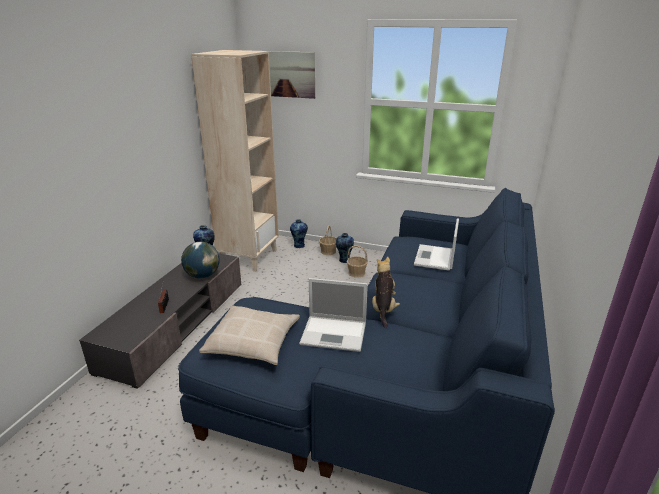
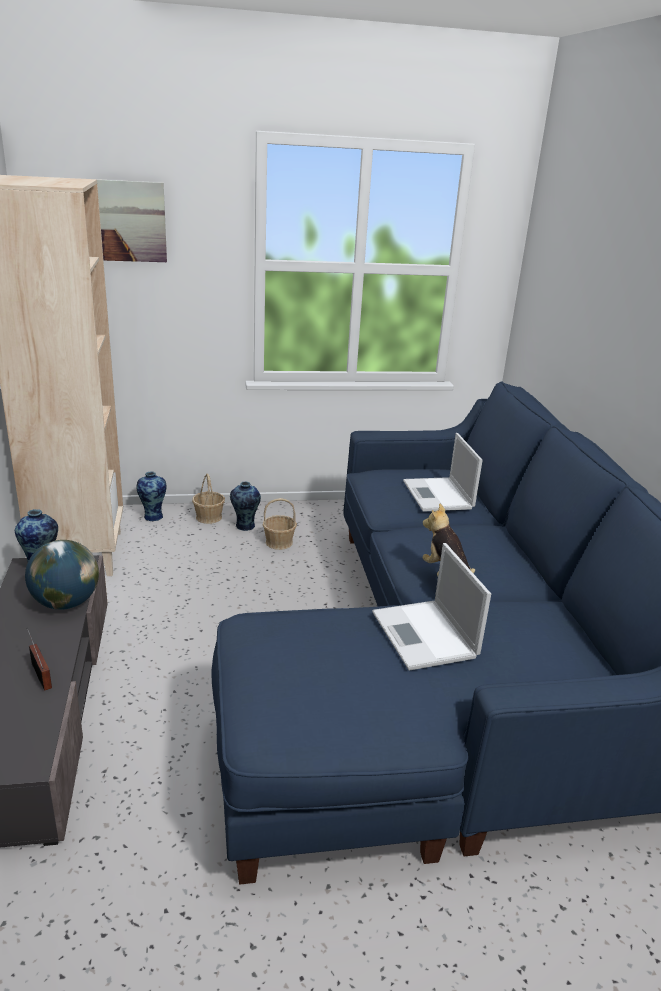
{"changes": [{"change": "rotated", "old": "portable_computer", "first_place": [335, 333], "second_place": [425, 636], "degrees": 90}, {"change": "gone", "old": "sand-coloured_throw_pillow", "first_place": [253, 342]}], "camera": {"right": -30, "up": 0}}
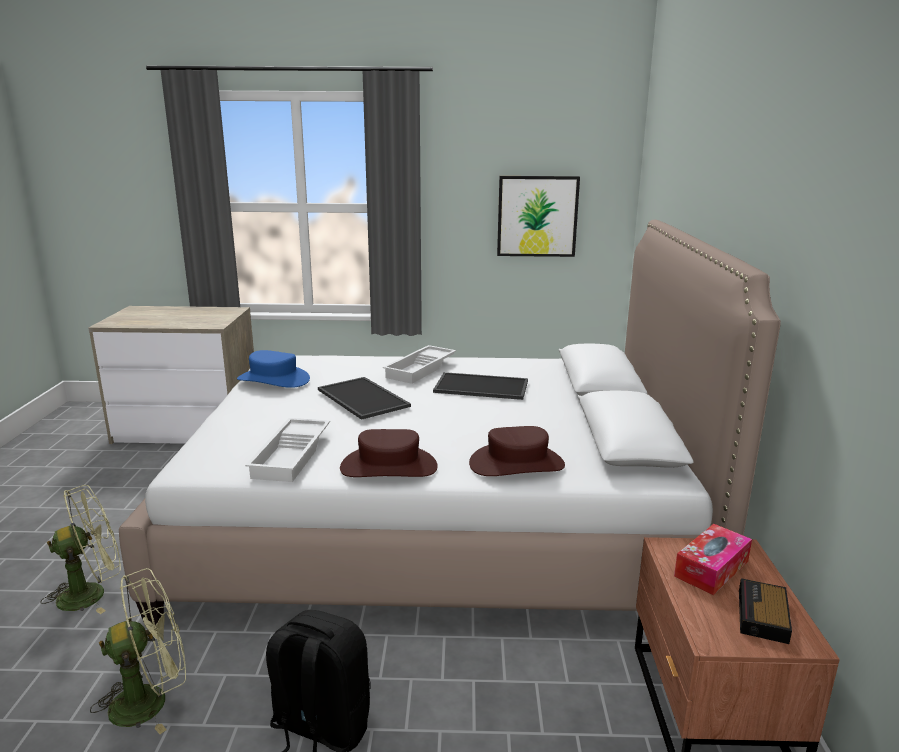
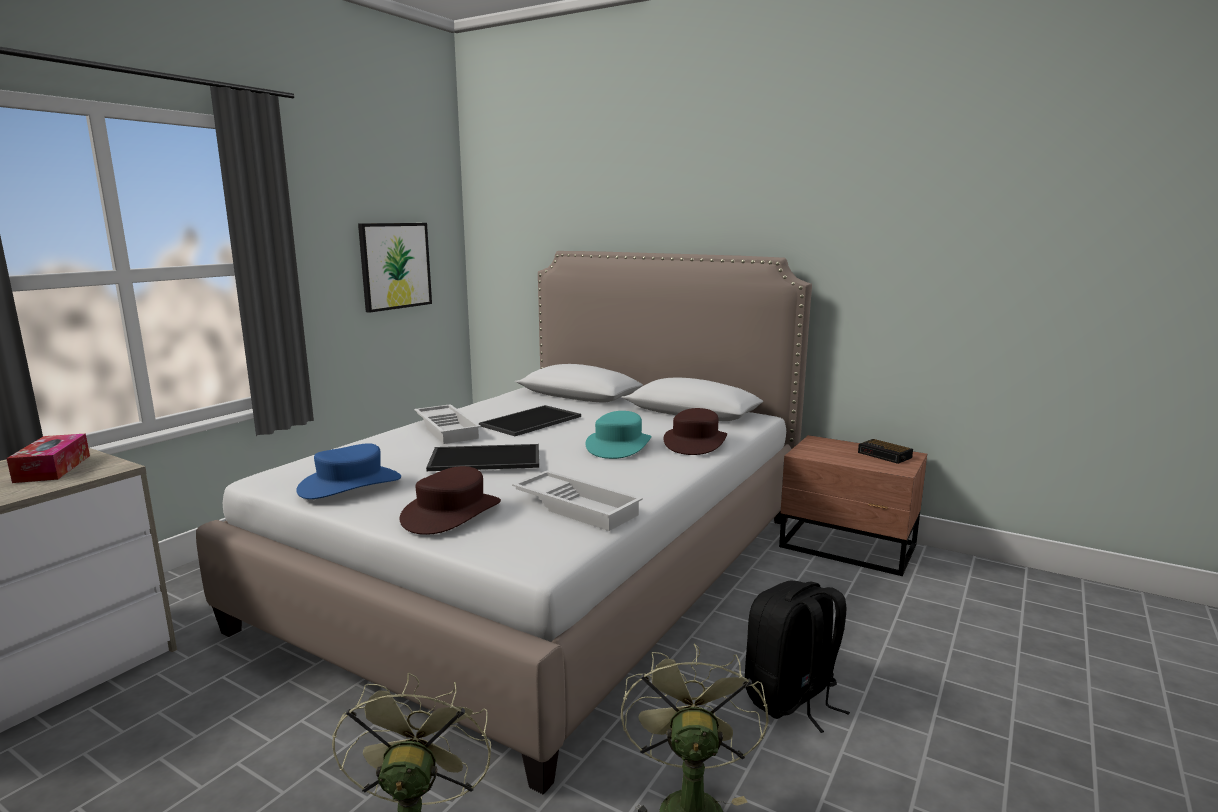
{"changes": [{"change": "shifted", "old": "box_of_tissues", "first_place": [711, 568], "second_place": [53, 468]}, {"change": "shifted", "old": "brown-coloured_wearable_hat", "first_place": [389, 467], "second_place": [451, 513]}, {"change": "new", "new": "turquoise-coloured_wearable_hat", "second_place": [618, 445]}], "camera": {"right": -60, "up": -5}}
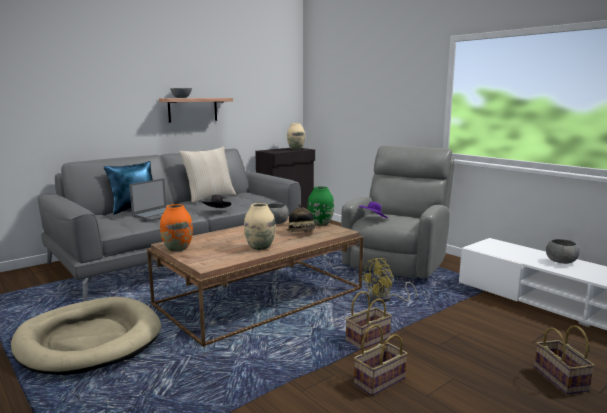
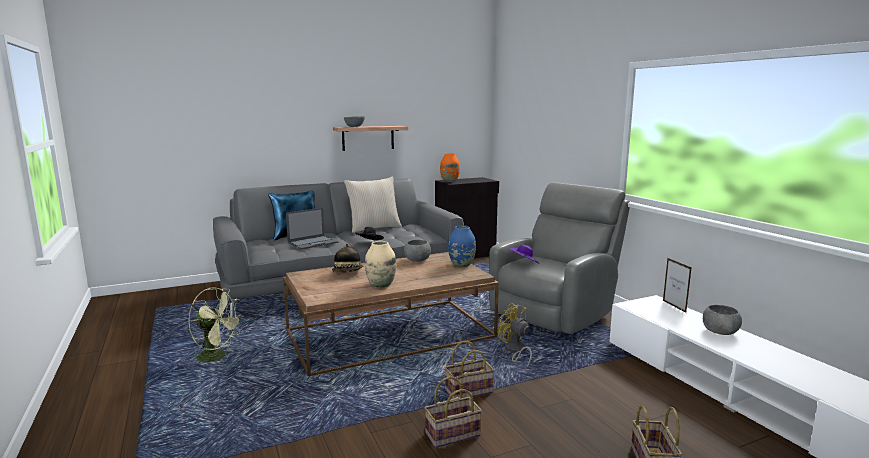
{"changes": [{"change": "swapped", "old": "sand-coloured_dog_bed", "new": "green_cooling_fan", "first_place": [89, 340], "second_place": [217, 357]}, {"change": "shifted", "old": "wearable_hat", "first_place": [302, 232], "second_place": [348, 273]}, {"change": "shifted", "old": "orange_decorative_vase", "first_place": [177, 248], "second_place": [449, 181]}, {"change": "repainted", "old": "green_decorative_vase", "new": "bluish_decorative_vase", "first_place": [320, 224], "second_place": [461, 265]}, {"change": "rotated", "old": "yellow-coloured_cooling_fan", "first_place": [385, 299], "second_place": [515, 351], "degrees": 75}, {"change": "new", "new": "photo_frame", "second_place": [674, 306]}, {"change": "gone", "old": "sand-coloured_decorative_vase", "first_place": [295, 149]}], "camera": {"right": 15, "up": 0}}
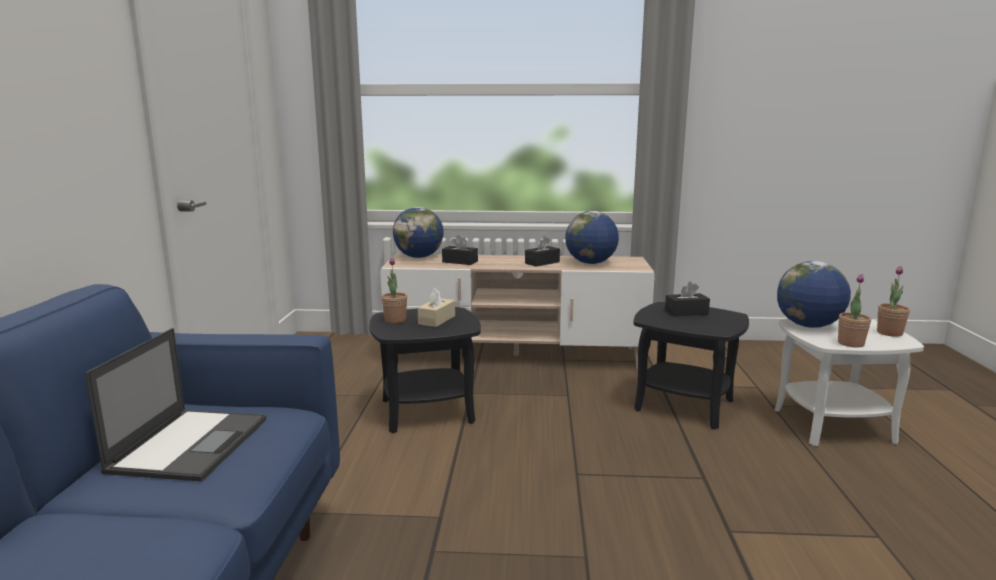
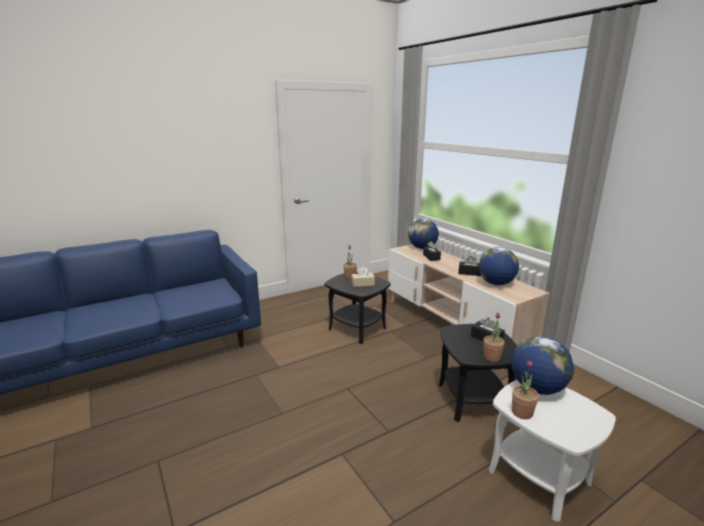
{"changes": [{"change": "shifted", "old": "potted_plant", "first_place": [889, 333], "second_place": [491, 357]}, {"change": "gone", "old": "portable_computer", "first_place": [191, 443]}], "camera": {"right": 55, "up": 5}}
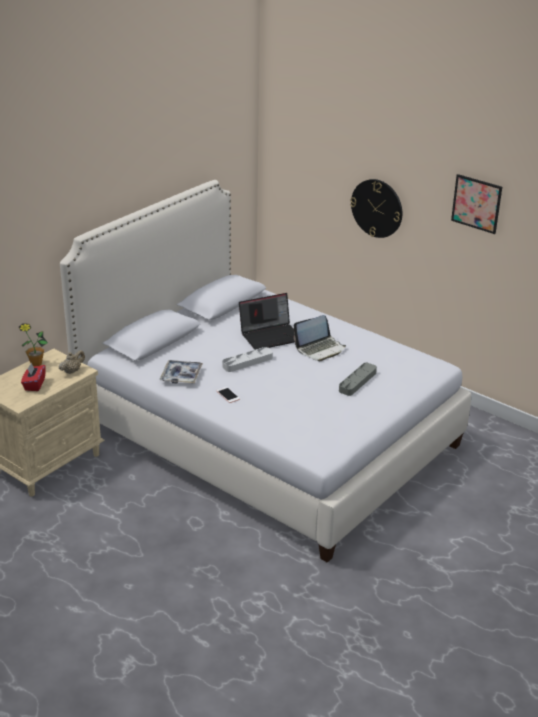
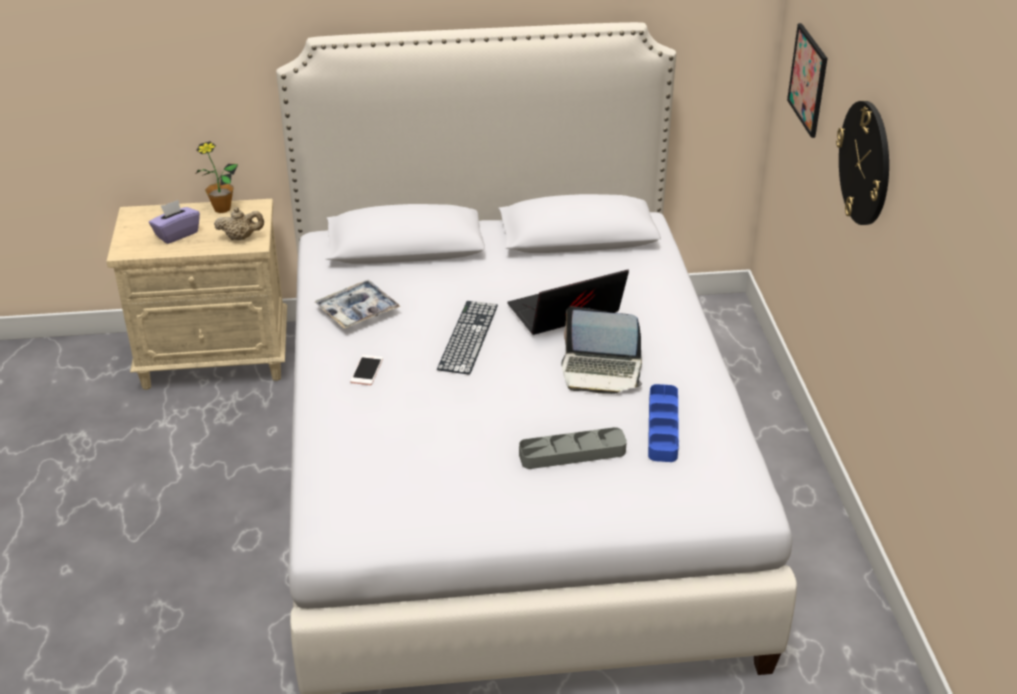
{"changes": [{"change": "repainted", "old": "red_box_of_tissues", "new": "purple-coloured_box_of_tissues", "first_place": [34, 385], "second_place": [176, 234]}, {"change": "swapped", "old": "grey_carrying_tray", "new": "PC_keyboard", "first_place": [247, 362], "second_place": [468, 337]}, {"change": "rotated", "old": "portable_computer", "first_place": [271, 335], "second_place": [564, 315], "degrees": 135}, {"change": "new", "new": "bluish_carrying_tray", "second_place": [663, 427]}, {"change": "shifted", "old": "wall_picture", "first_place": [476, 203], "second_place": [808, 80]}], "camera": {"right": 45, "up": 5}}
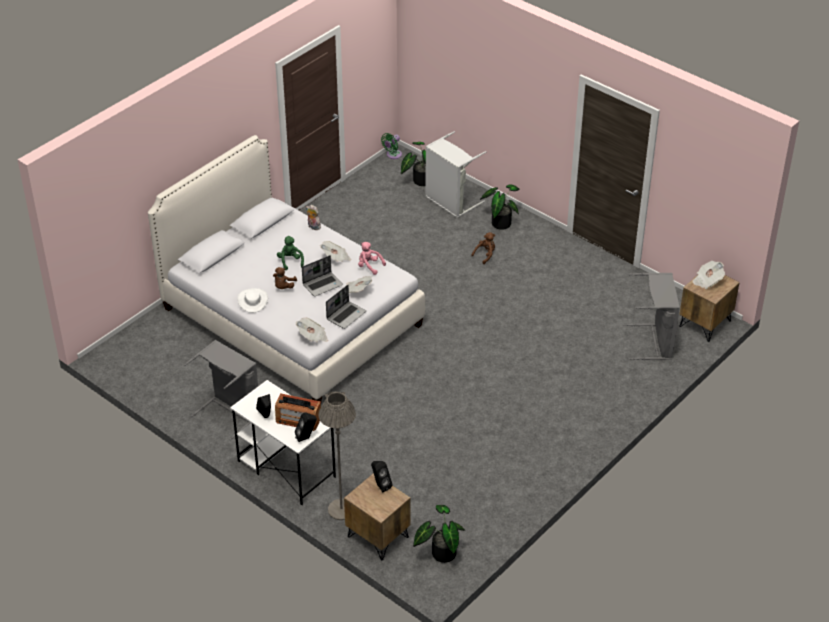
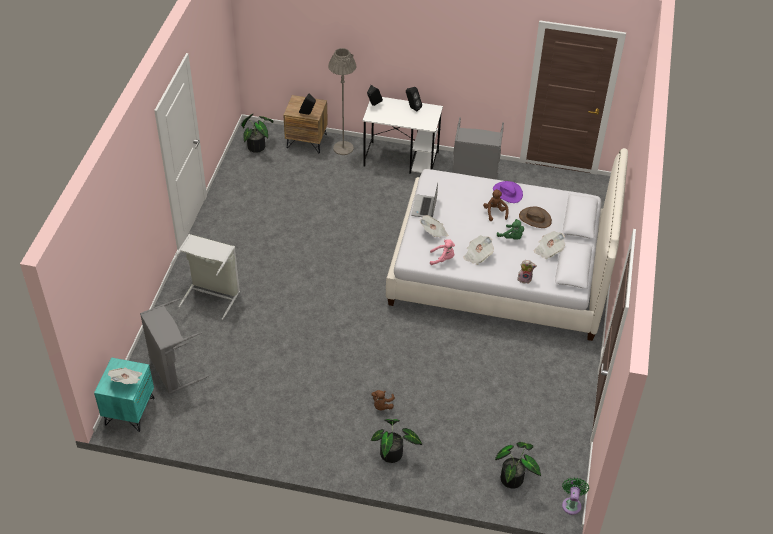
{"changes": [{"change": "repainted", "old": "brown-coloured_nightstand", "new": "turquoise-coloured_nightstand", "first_place": [705, 324], "second_place": [129, 411]}, {"change": "shifted", "old": "grey_laundry_basket", "first_place": [450, 202], "second_place": [212, 295]}, {"change": "repainted", "old": "whitish_wearable_hat", "new": "purple-coloured_wearable_hat", "first_place": [253, 300], "second_place": [507, 192]}, {"change": "new", "new": "brown-coloured_wearable_hat", "second_place": [535, 218]}, {"change": "shifted", "old": "newspaper", "first_place": [312, 337], "second_place": [548, 250]}, {"change": "gone", "old": "radio_set", "first_place": [298, 420]}, {"change": "gone", "old": "portable_computer", "first_place": [322, 284]}], "camera": {"right": 150, "up": 5}}
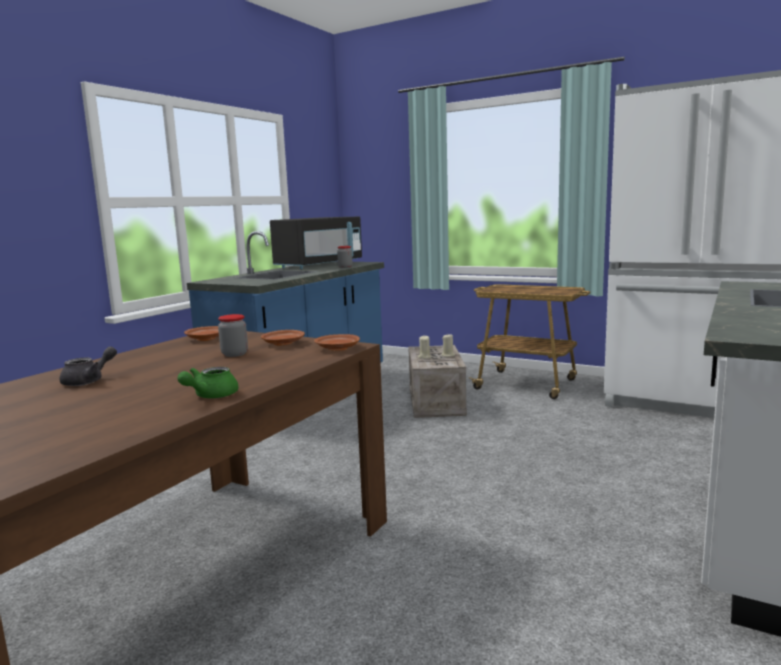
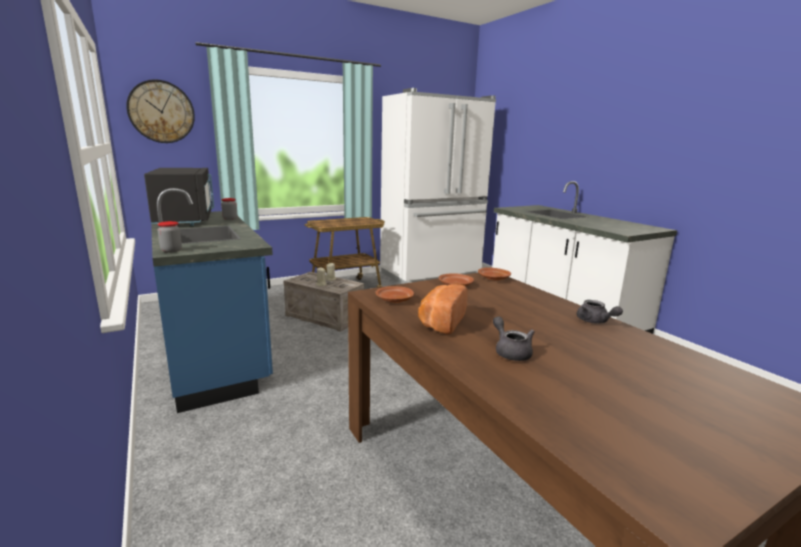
{"changes": [{"change": "new", "new": "hanging_clock", "second_place": [161, 112]}, {"change": "shifted", "old": "storage_jar", "first_place": [234, 354], "second_place": [171, 250]}, {"change": "new", "new": "bread", "second_place": [441, 322]}, {"change": "repainted", "old": "green_tea_pot", "new": "grey_tea_pot", "first_place": [210, 396], "second_place": [595, 321]}], "camera": {"right": -60, "up": 5}}
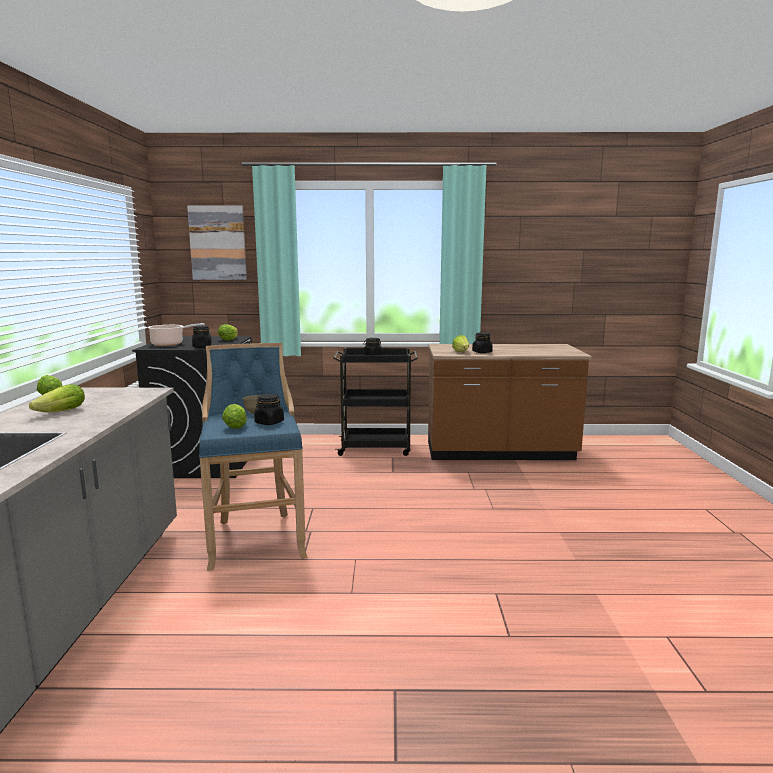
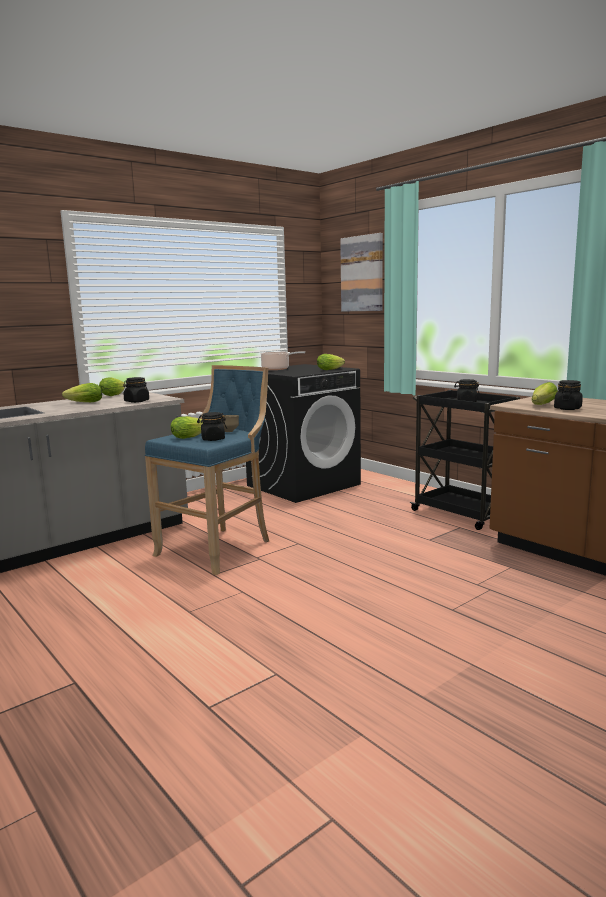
{"changes": [{"change": "shifted", "old": "black-coloured_storage_jar", "first_place": [202, 347], "second_place": [136, 401]}], "camera": {"right": 50, "up": 0}}
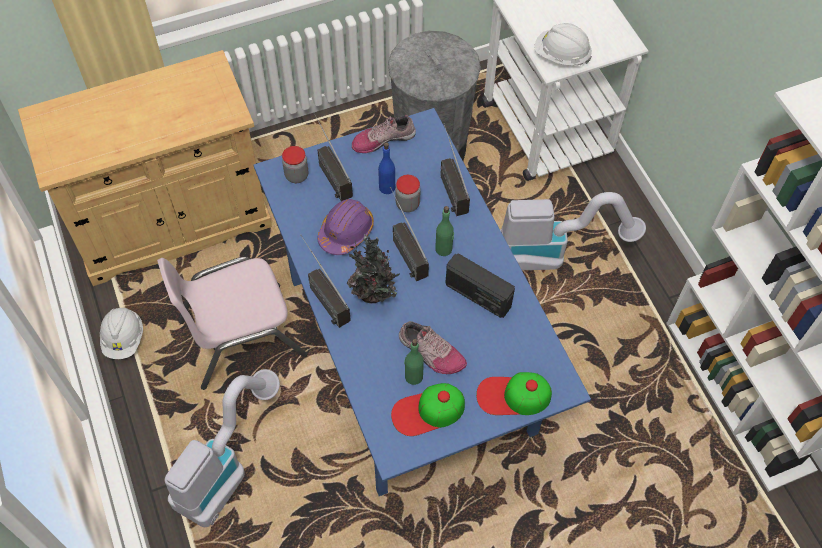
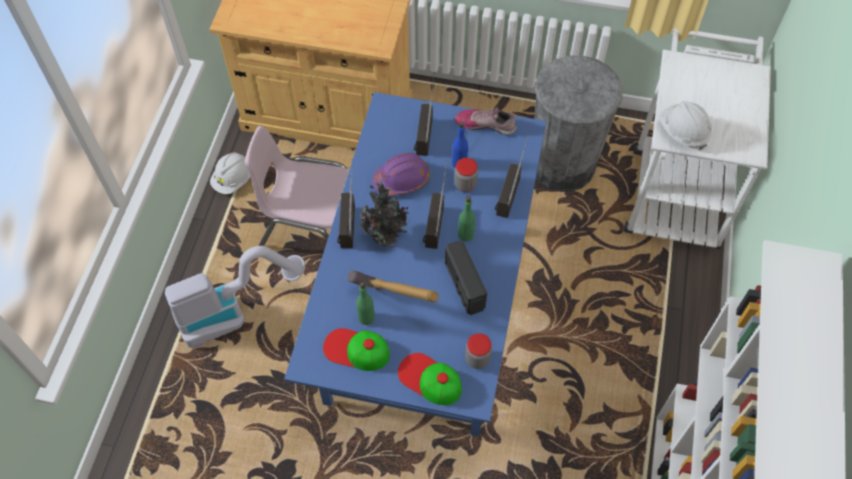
{"changes": [{"change": "swapped", "old": "shoe", "new": "tool_hammer", "first_place": [430, 353], "second_place": [393, 307]}, {"change": "shifted", "old": "storage_jar", "first_place": [296, 175], "second_place": [477, 359]}, {"change": "gone", "old": "vacuum", "first_place": [554, 253]}], "camera": {"right": 35, "up": 0}}
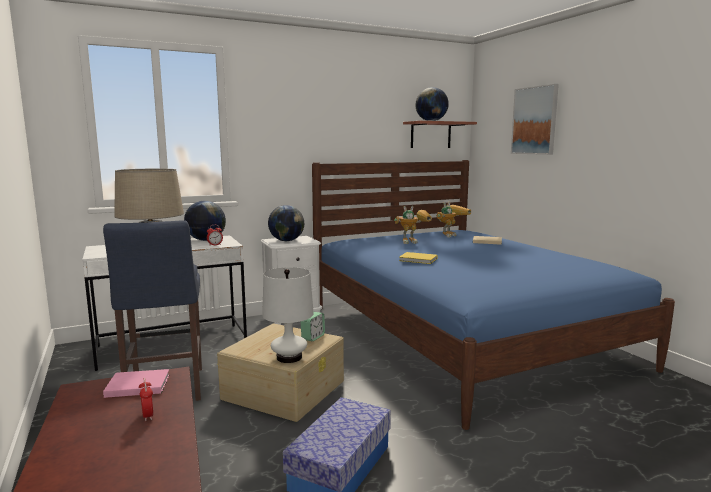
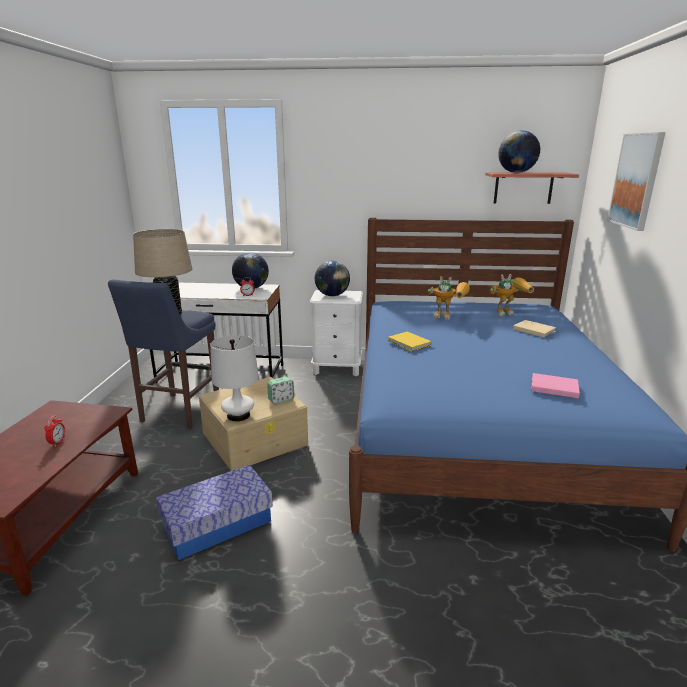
{"changes": [{"change": "shifted", "old": "pink-coloured_volume", "first_place": [136, 385], "second_place": [553, 387]}], "camera": {"right": 30, "up": 10}}
